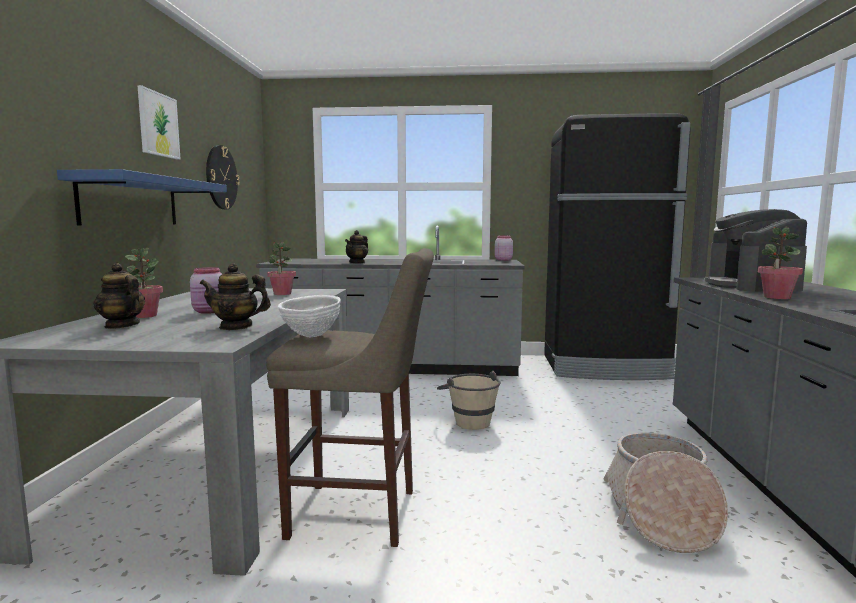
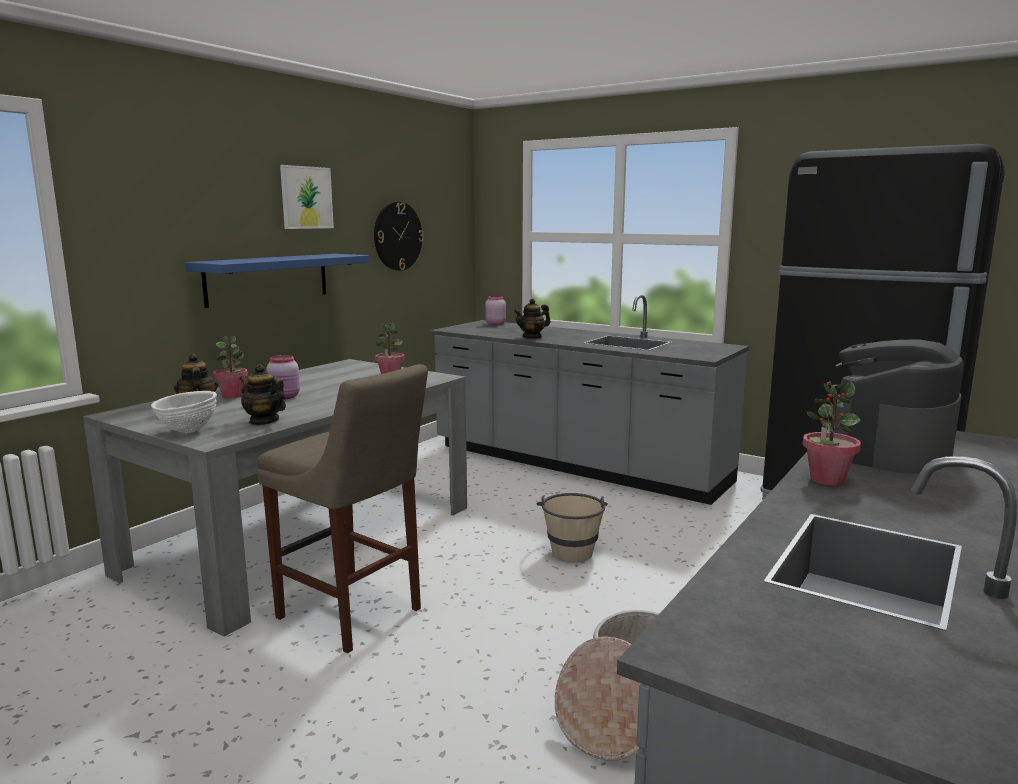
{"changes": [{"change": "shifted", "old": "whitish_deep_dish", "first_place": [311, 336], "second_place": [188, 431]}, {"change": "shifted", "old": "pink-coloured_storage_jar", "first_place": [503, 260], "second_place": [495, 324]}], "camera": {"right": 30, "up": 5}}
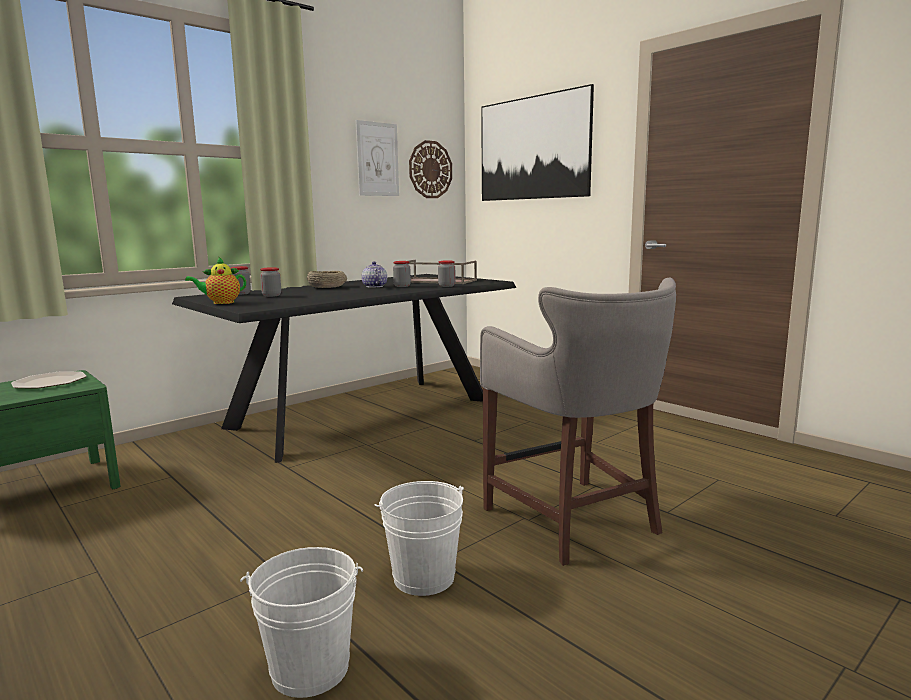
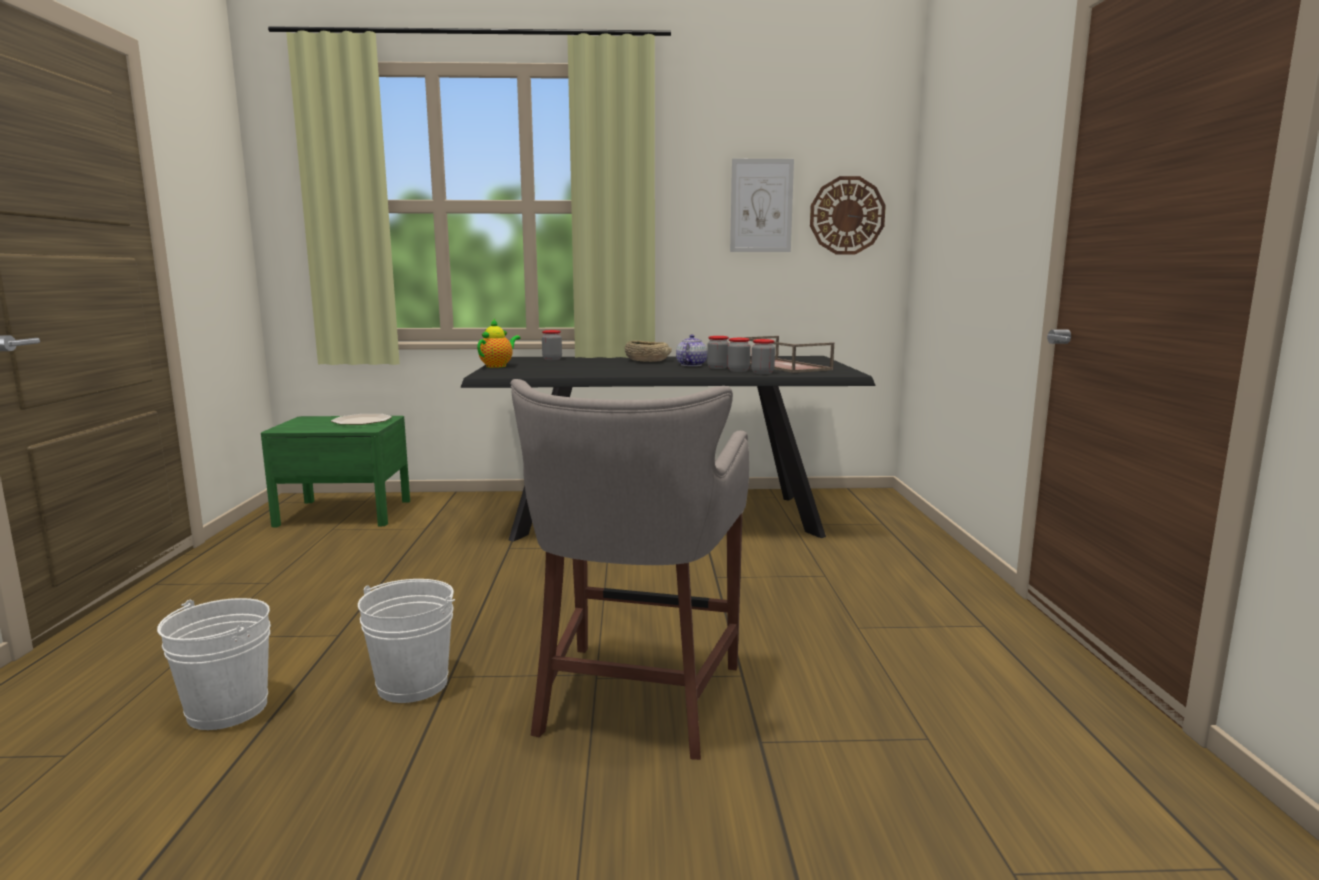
{"changes": [{"change": "rotated", "old": "tea_pot", "first_place": [221, 302], "second_place": [498, 366], "degrees": 105}, {"change": "shifted", "old": "storage_jar", "first_place": [271, 295], "second_place": [738, 370]}, {"change": "gone", "old": "wall_picture", "first_place": [533, 148]}], "camera": {"right": 40, "up": 0}}
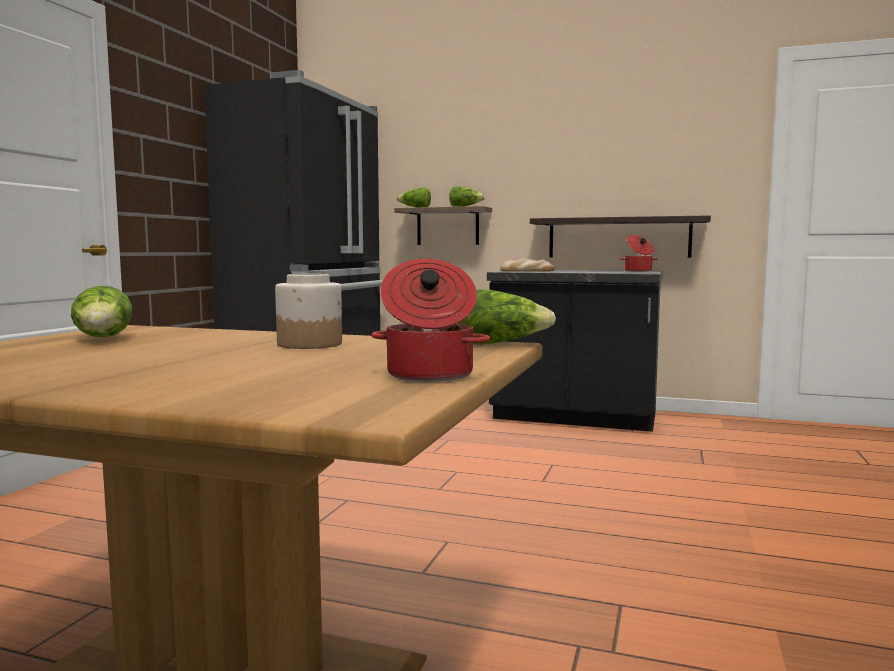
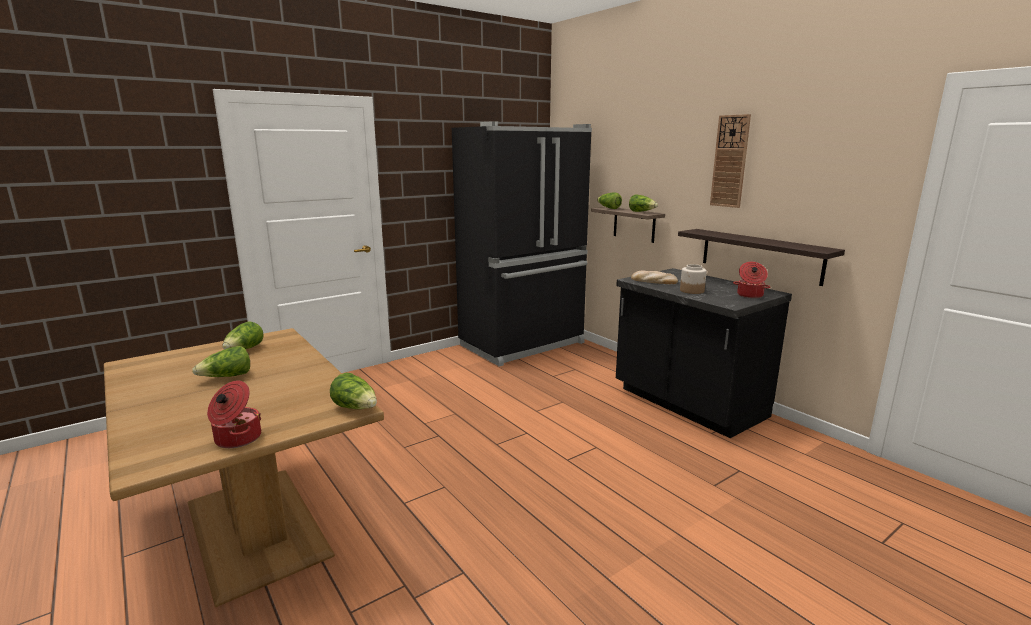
{"changes": [{"change": "new", "new": "head_of_lettuce", "second_place": [227, 377]}, {"change": "shifted", "old": "storage_jar", "first_place": [310, 344], "second_place": [692, 291]}, {"change": "new", "new": "hanging_clock", "second_place": [730, 161]}], "camera": {"right": 35, "up": 10}}
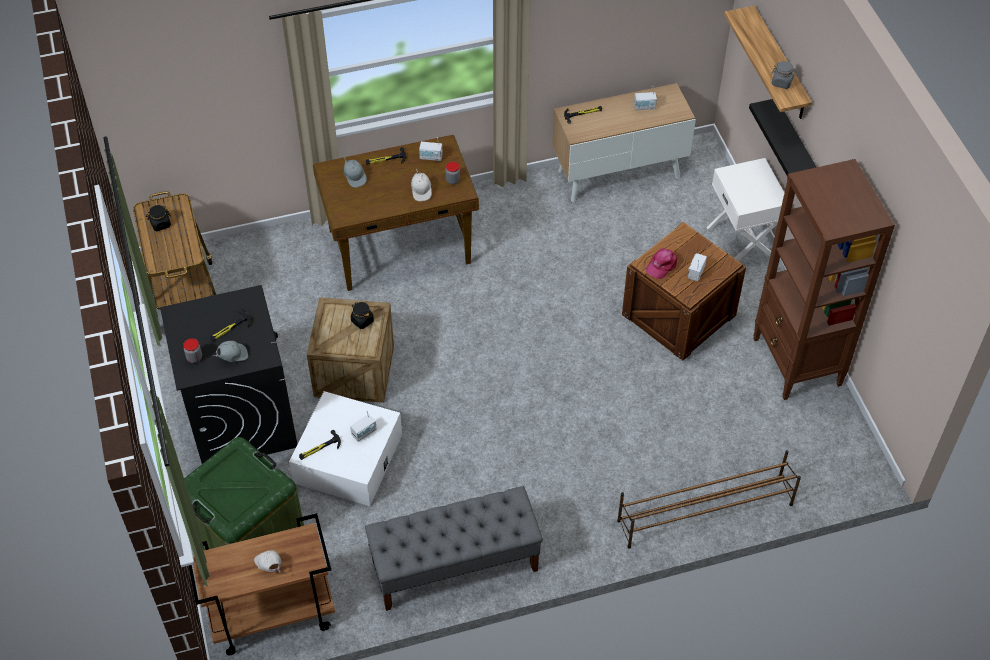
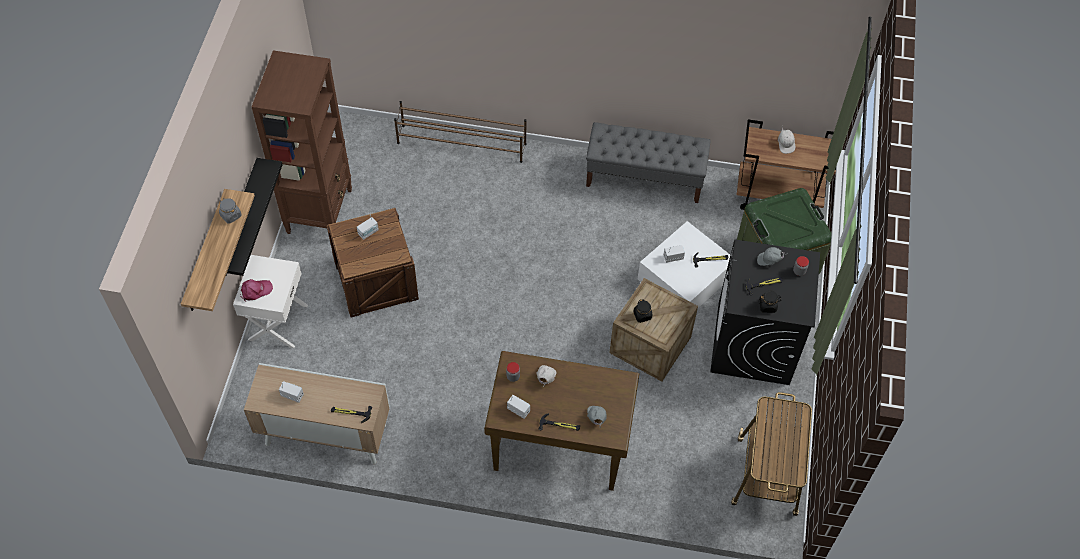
{"changes": [{"change": "shifted", "old": "pink-coloured_cap", "first_place": [661, 265], "second_place": [255, 291]}, {"change": "shifted", "old": "black-coloured_storage_jar", "first_place": [160, 224], "second_place": [768, 306]}], "camera": {"right": -155, "up": 5}}
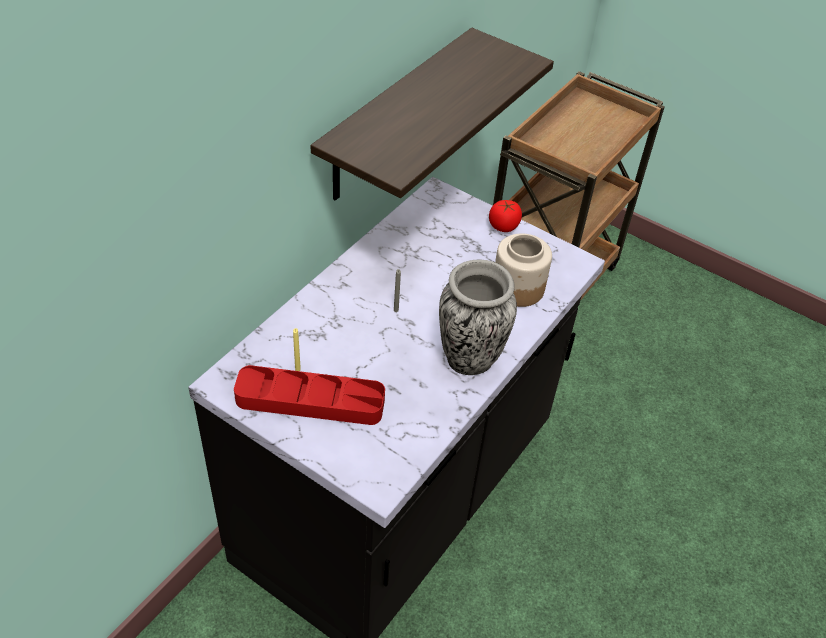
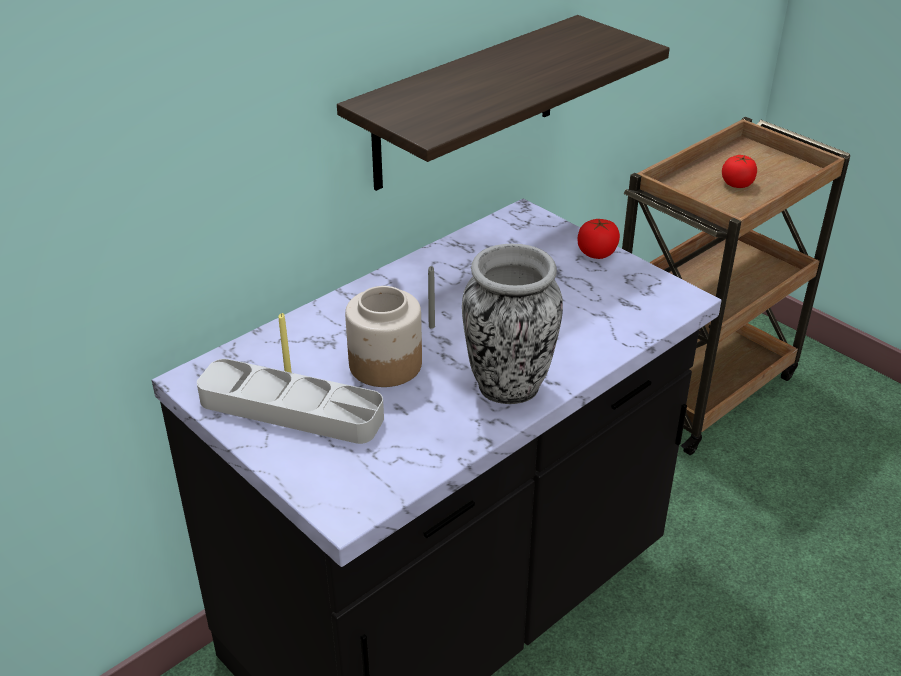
{"changes": [{"change": "repainted", "old": "red_carrying_tray", "new": "grey_carrying_tray", "first_place": [310, 400], "second_place": [291, 409]}, {"change": "shifted", "old": "storage_jar", "first_place": [517, 288], "second_place": [384, 365]}, {"change": "new", "new": "whole_tomato", "second_place": [737, 184]}], "camera": {"right": 15, "up": -10}}
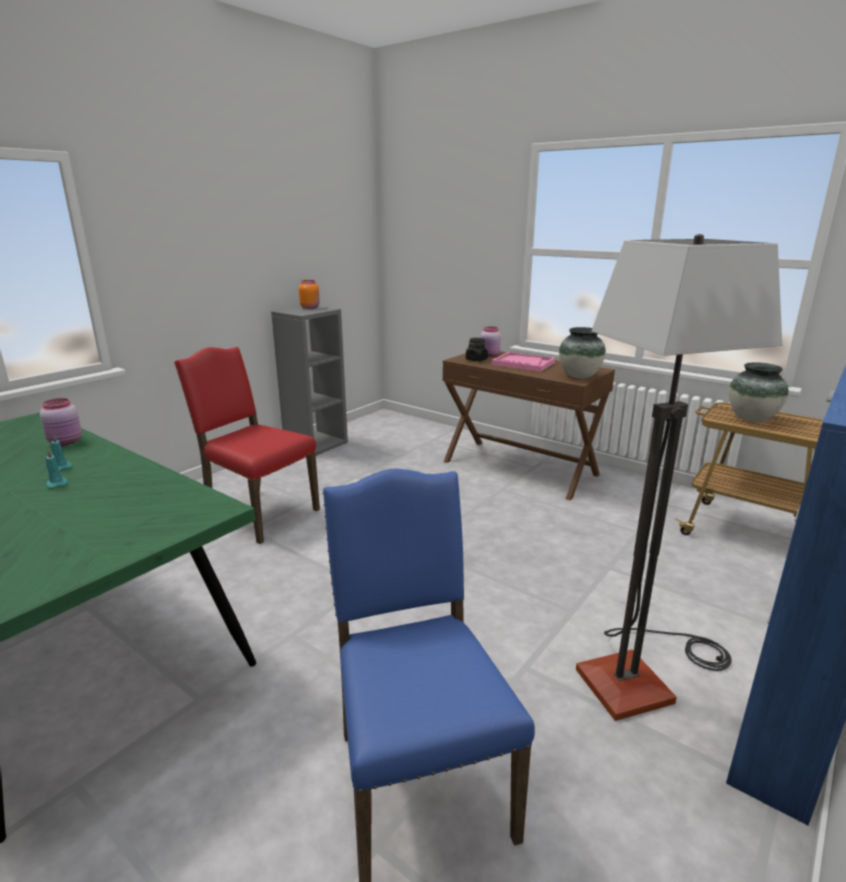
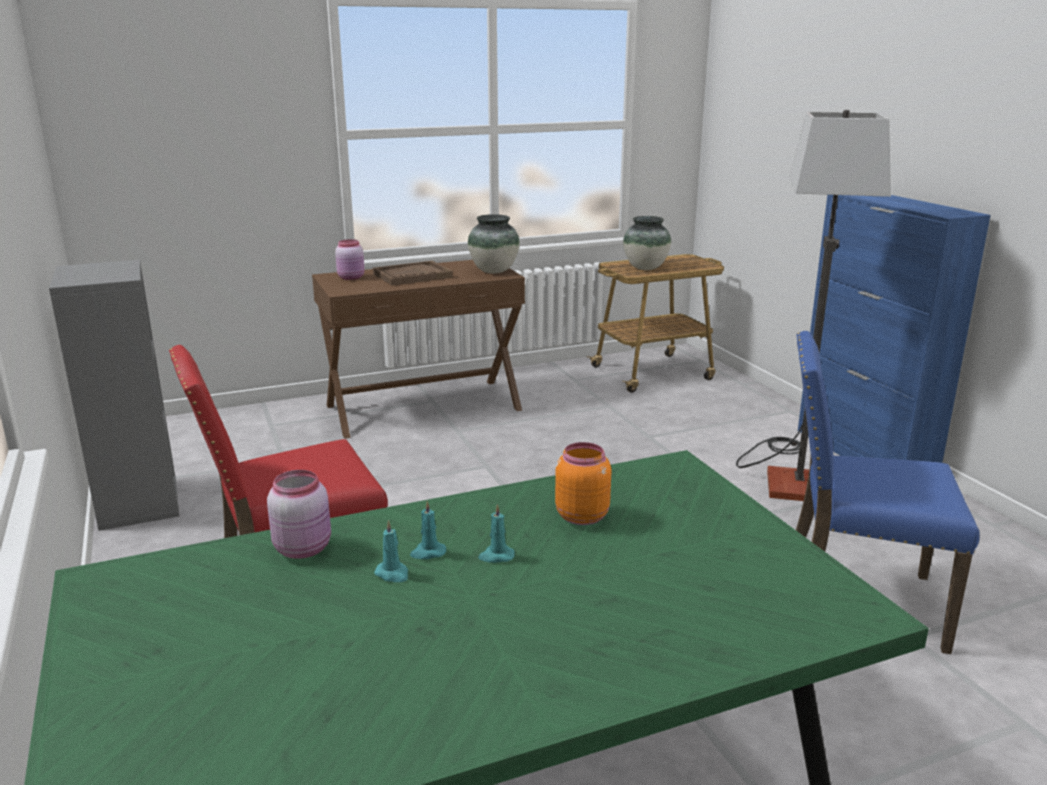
{"changes": [{"change": "repainted", "old": "pink-coloured_carrying_tray", "new": "brown-coloured_carrying_tray", "first_place": [523, 363], "second_place": [412, 275]}, {"change": "new", "new": "turquoise-coloured_candle", "second_place": [393, 574]}, {"change": "shifted", "old": "orange_storage_jar", "first_place": [310, 307], "second_place": [581, 515]}, {"change": "gone", "old": "black-coloured_storage_jar", "first_place": [476, 360]}], "camera": {"right": -60, "up": 0}}
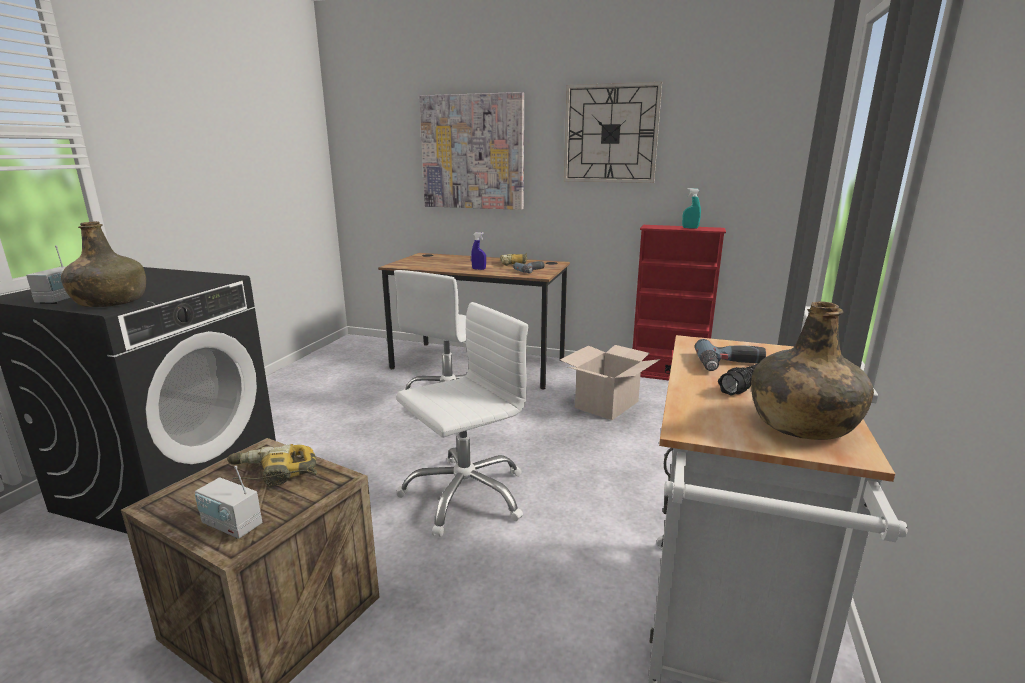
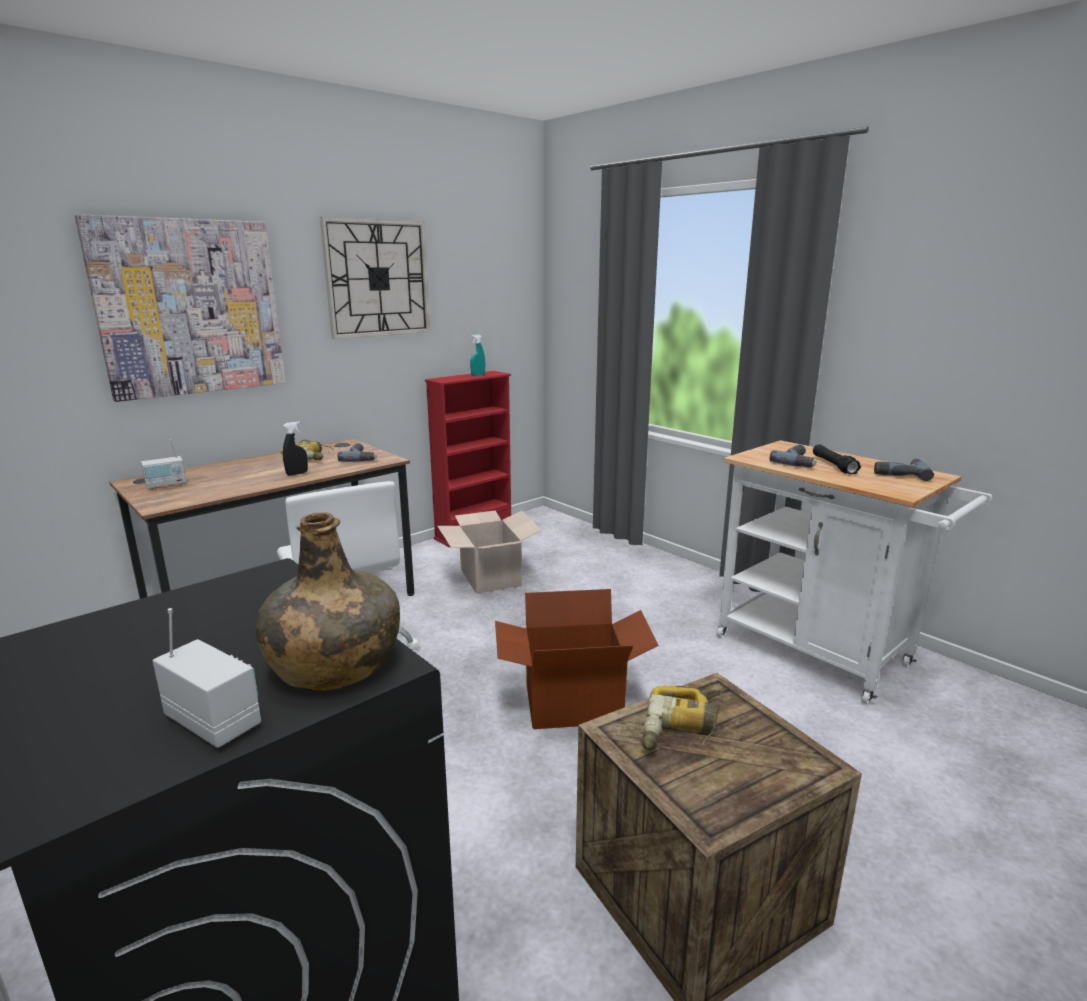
{"changes": [{"change": "shifted", "old": "radio_set", "first_place": [232, 525], "second_place": [166, 485]}, {"change": "repainted", "old": "bluish_hand_sprayer", "new": "black-coloured_hand_sprayer", "first_place": [479, 269], "second_place": [297, 473]}, {"change": "swapped", "old": "whitish_desk_chair", "new": "packing_box", "first_place": [465, 494], "second_place": [573, 704]}, {"change": "swapped", "old": "green_beverage_bottle", "new": "power_drill", "first_place": [800, 423], "second_place": [899, 473]}], "camera": {"right": -60, "up": 0}}
